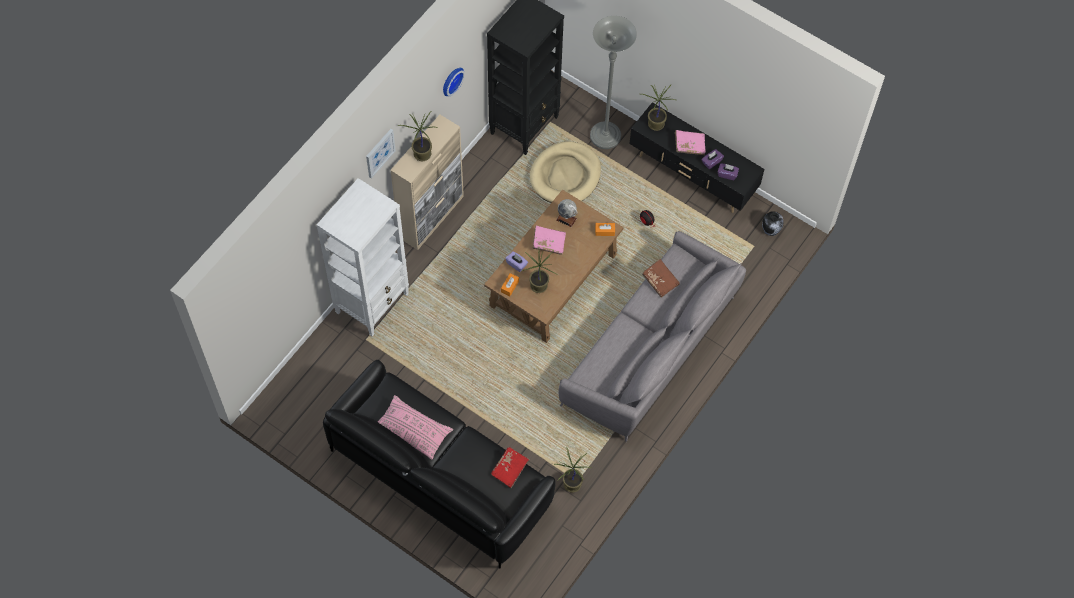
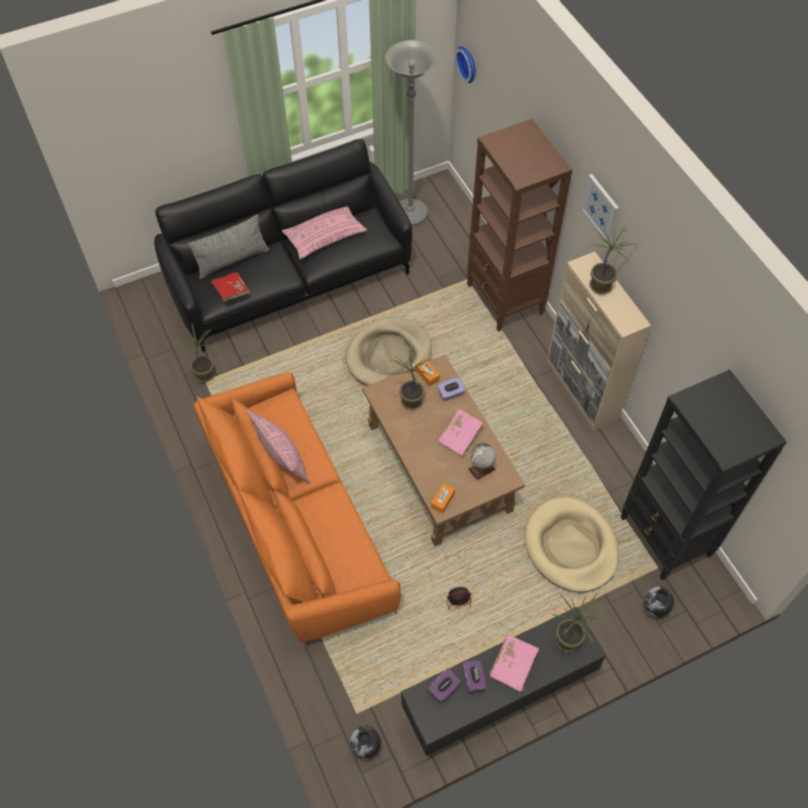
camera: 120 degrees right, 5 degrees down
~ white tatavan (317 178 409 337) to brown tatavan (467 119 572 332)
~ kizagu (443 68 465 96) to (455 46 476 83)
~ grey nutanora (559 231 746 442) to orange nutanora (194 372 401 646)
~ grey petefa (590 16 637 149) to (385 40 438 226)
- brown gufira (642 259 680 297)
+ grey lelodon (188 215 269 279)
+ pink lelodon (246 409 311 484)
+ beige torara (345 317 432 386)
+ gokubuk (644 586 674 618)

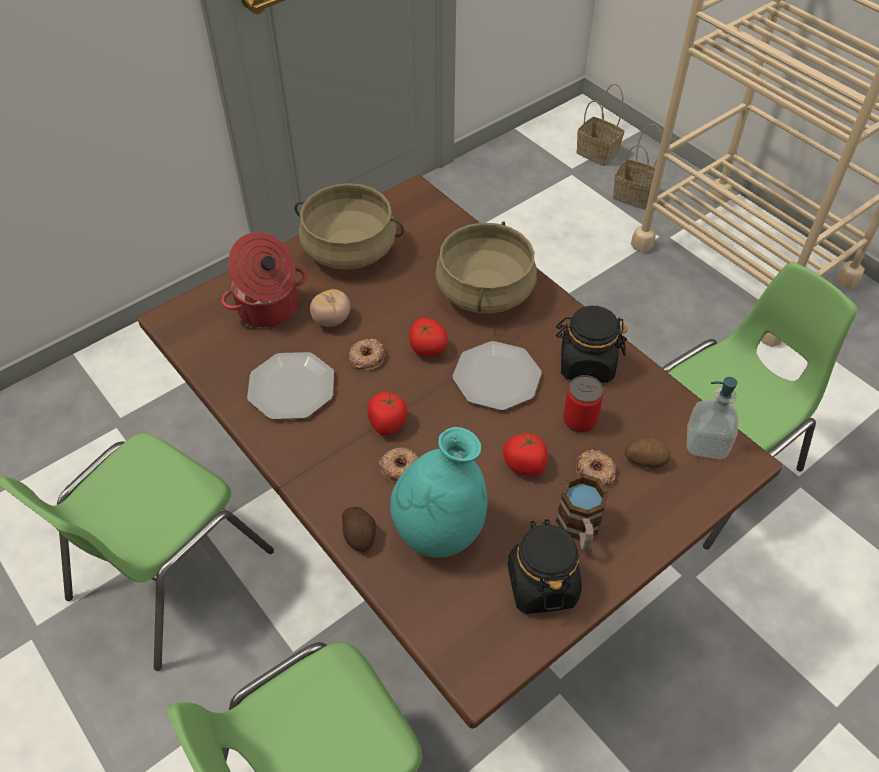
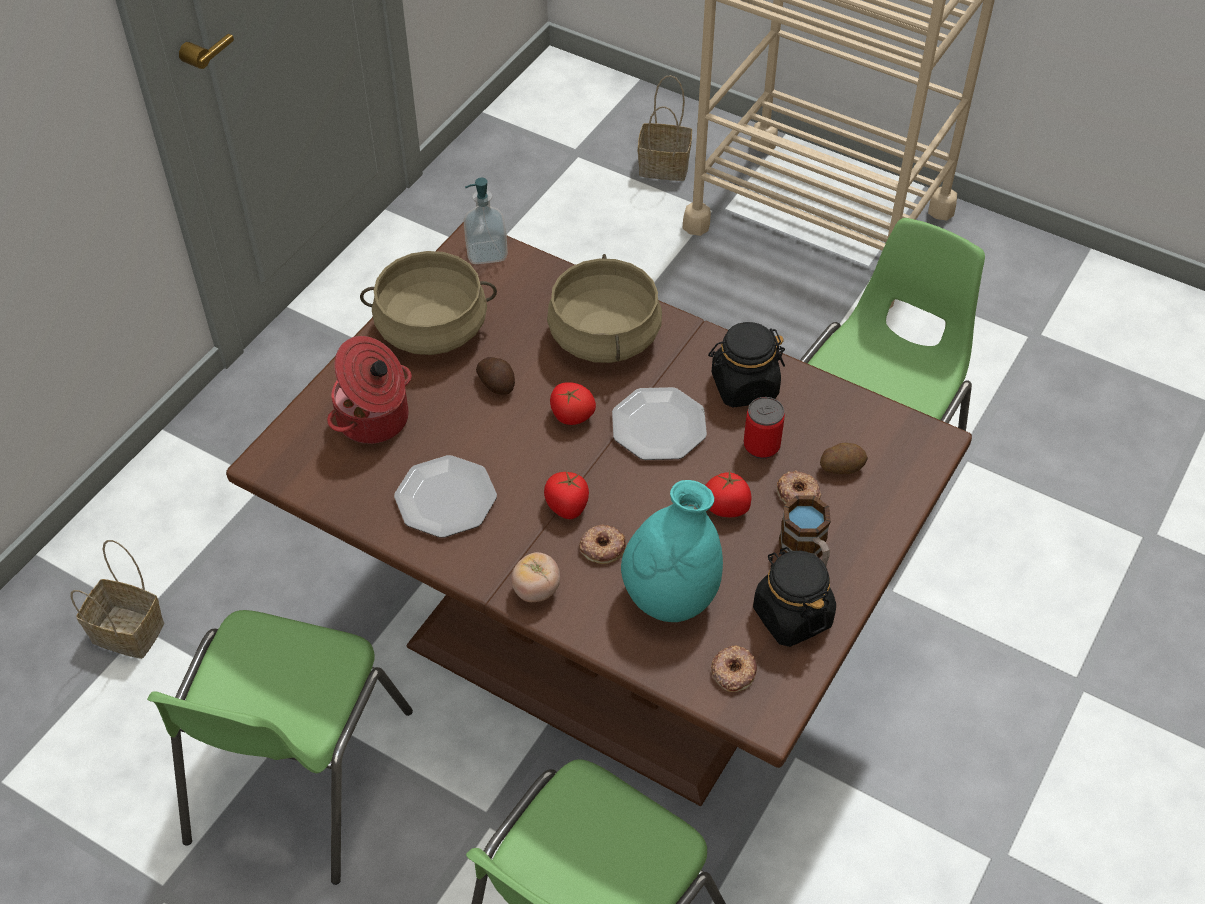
camera: 20 degrees left, 0 degrees up
~ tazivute (310 289 350 327) to (511 552 560 602)
~ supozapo (342 507 376 552) to (476 357 515 395)
~ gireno (349 339 385 371) to (711 645 757 692)
~ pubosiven (576 84 624 166) to (70 540 164 659)
~ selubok (687 377 738 459) to (463 178 508 264)

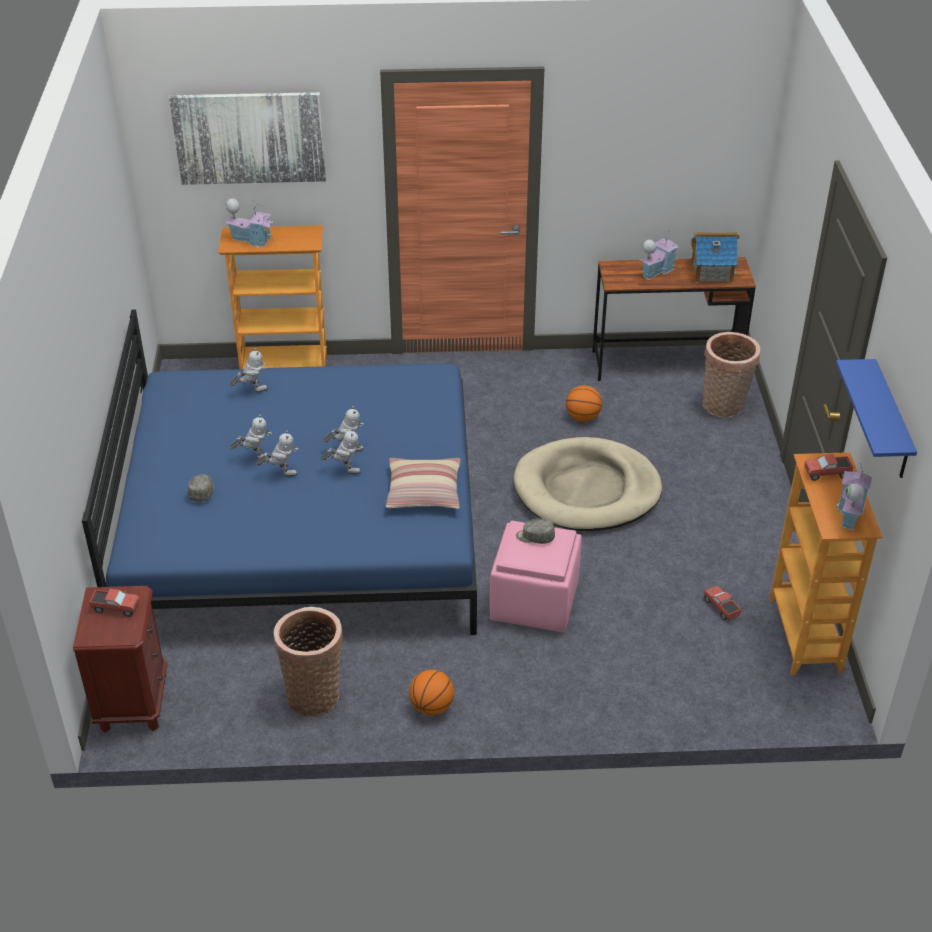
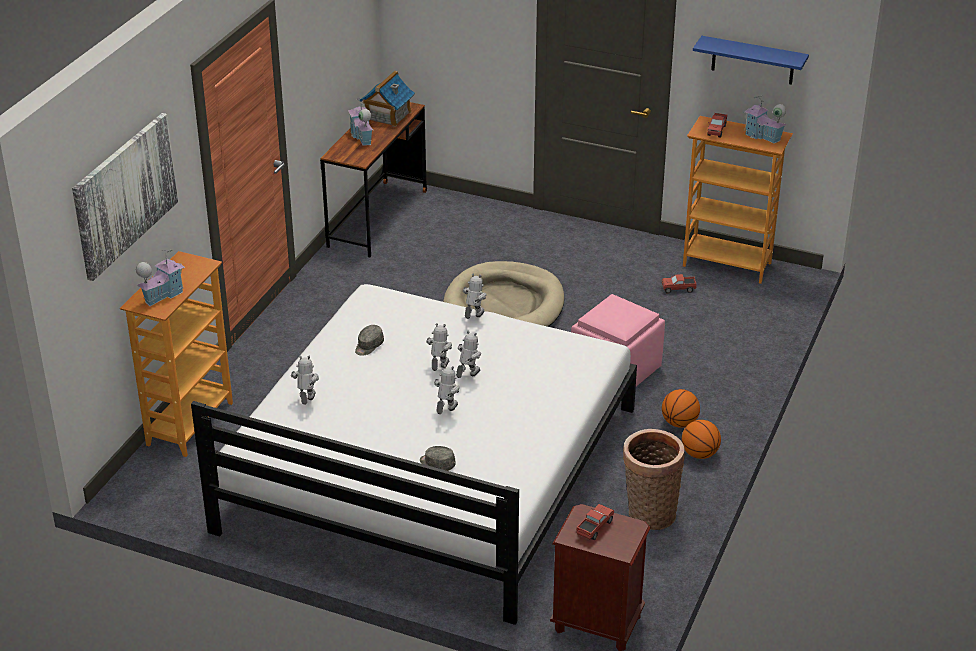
camera: 65 degrees left, 5 degrees down
~ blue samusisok (82 309 477 635) to white samusisok (191 284 637 625)
~ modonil (230 414 272 460) to (463 274 486 319)
- lelodon (386 458 461 509)
~ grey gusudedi (516 518 555 544) to (355 325 384 356)
~ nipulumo (566 385 602 422) to (662 389 700 428)
- pubosiven (703 332 761 417)

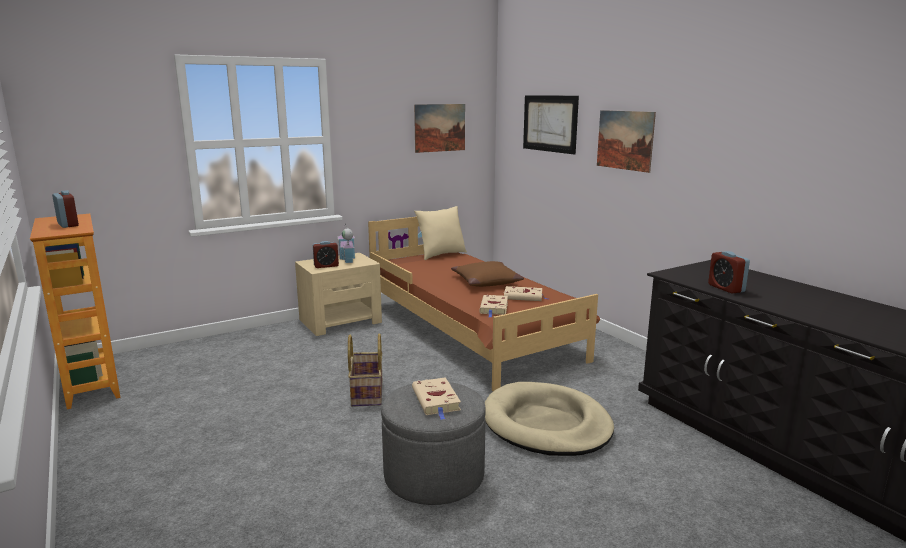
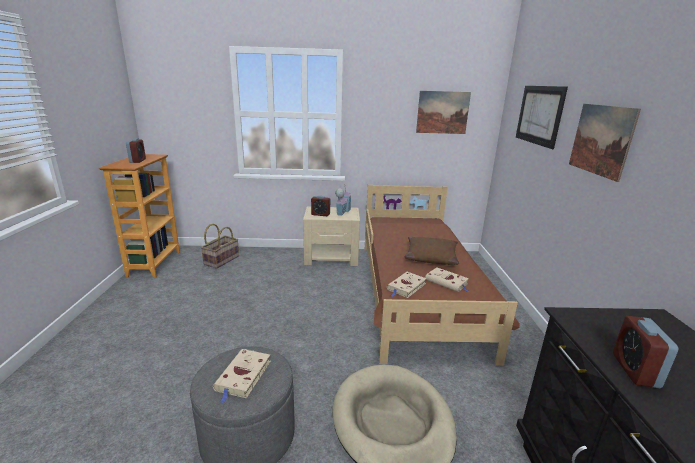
camera: 30 degrees right, 5 degrees up
~ pubosiven (348 334 382 407) to (201 223 239 269)
- beige lelodon (414 206 467 260)

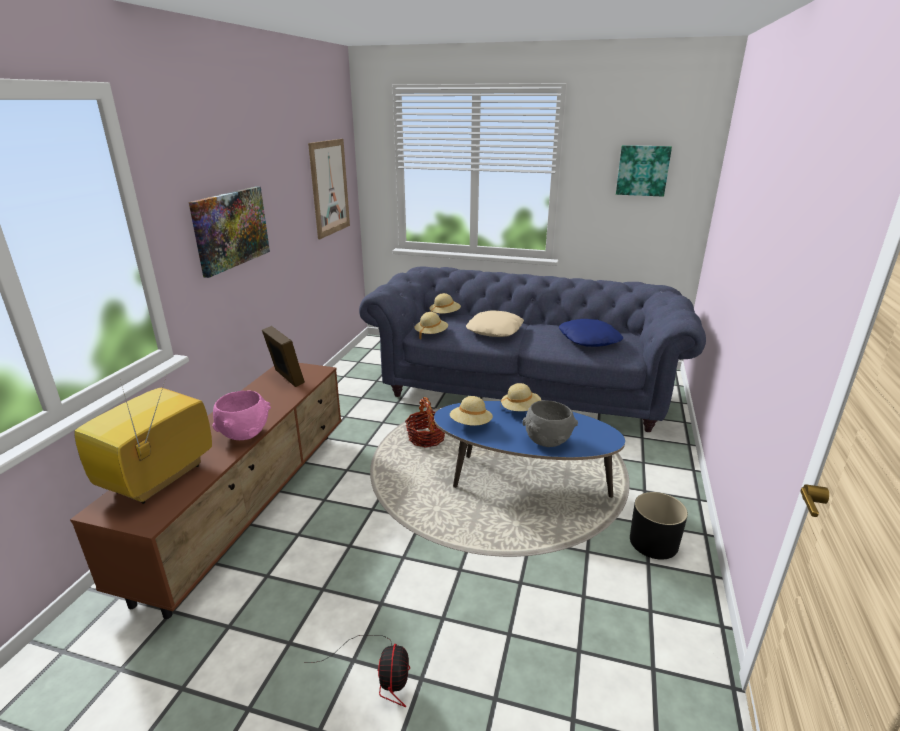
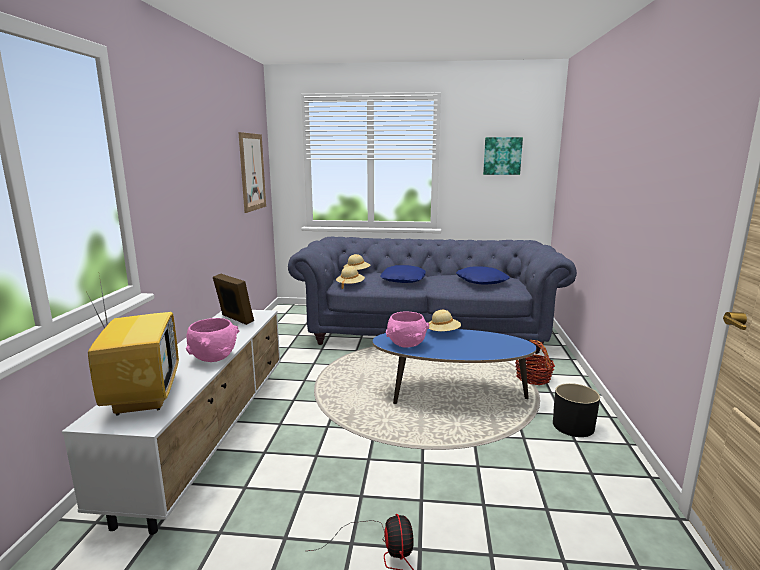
camera: 10 degrees left, 10 degrees down
~ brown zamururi (70 363 342 619) to white zamururi (62 310 281 535)
~ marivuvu (74 375 212 504) = (87 269 179 415) 150 degrees clockwise
- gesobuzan (189 187 270 278)
~ pubosiven (405 397 445 448) to (515 340 555 385)
~ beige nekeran (450 396 493 426) to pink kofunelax (386 311 429 348)
~ beige lelodon (466 311 524 337) to blue lelodon (380 265 426 283)
- grey kofunelax (522 400 578 447)

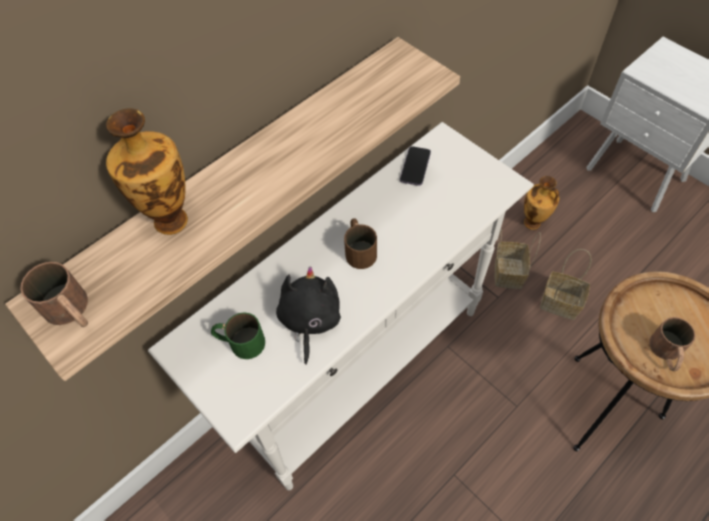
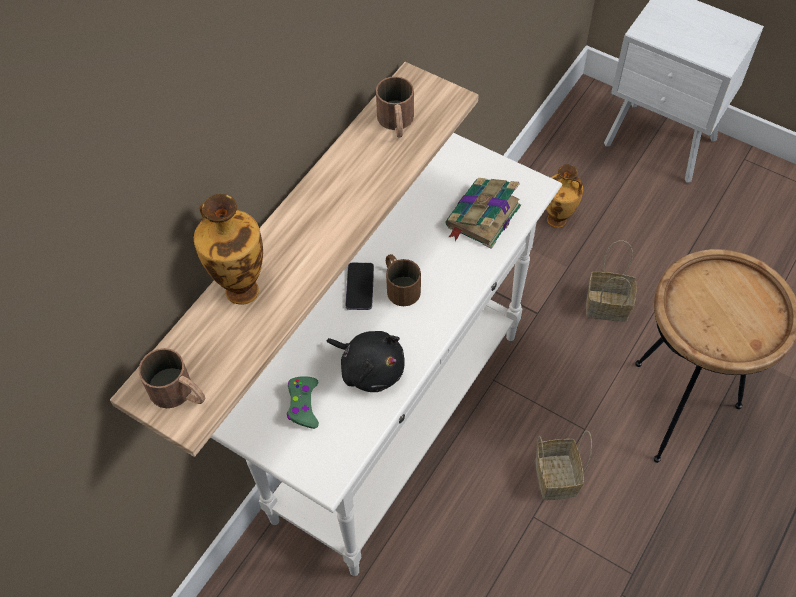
camera: 15 degrees left, 0 degrees up
~ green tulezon (211 312 265 359) to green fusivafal (287 376 319 429)
~ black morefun (276 267 341 365) = (326 331 404 392) 135 degrees clockwise
~ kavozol (400 146 431 186) to (345 263 374 310)
~ pubosiven (495 229 541 289) to (535 430 592 500)
~ brown tulezon (649 317 696 371) to (376 76 414 137)
+ gufira (446 178 521 249)

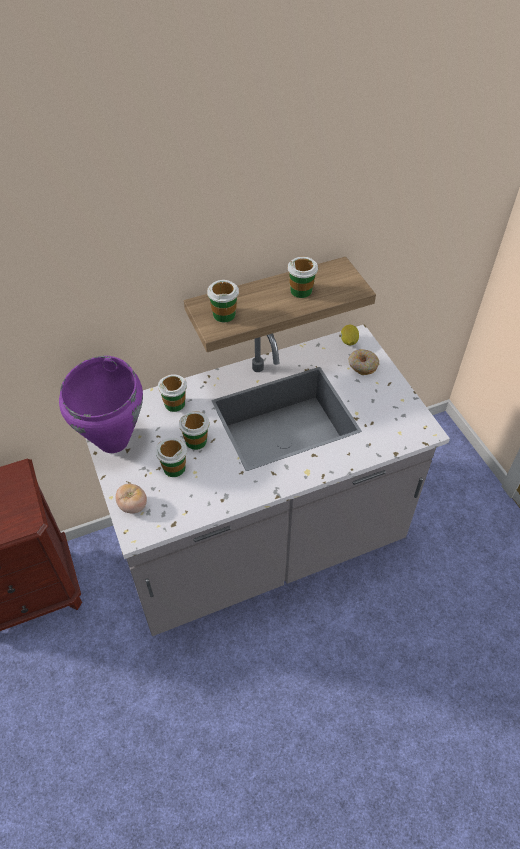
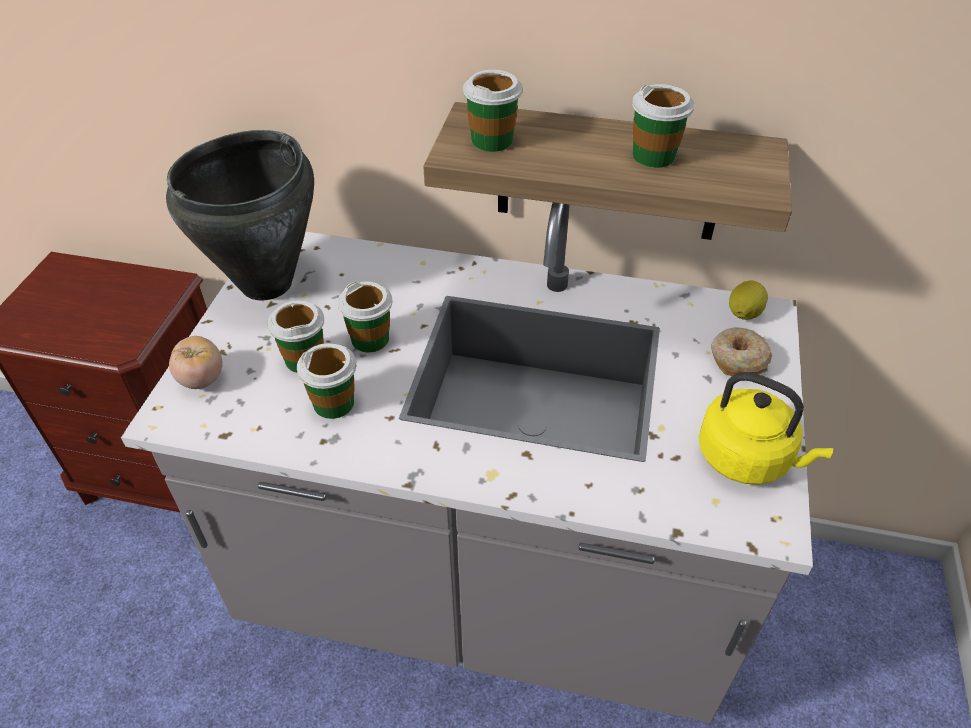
camera: 35 degrees right, 5 degrees down
~ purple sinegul (59 356 143 453) to black sinegul (166 130 314 301)
~ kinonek (158 374 187 412) to (297 343 356 419)
+ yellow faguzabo (699 372 833 485)

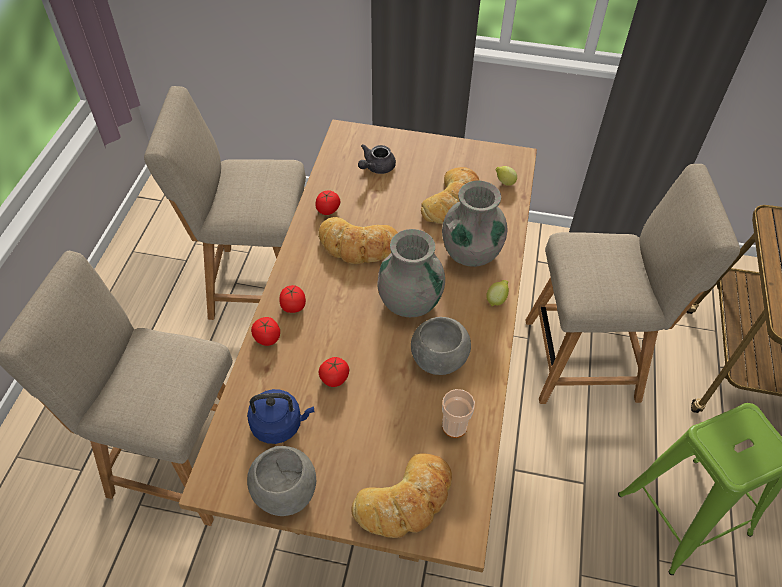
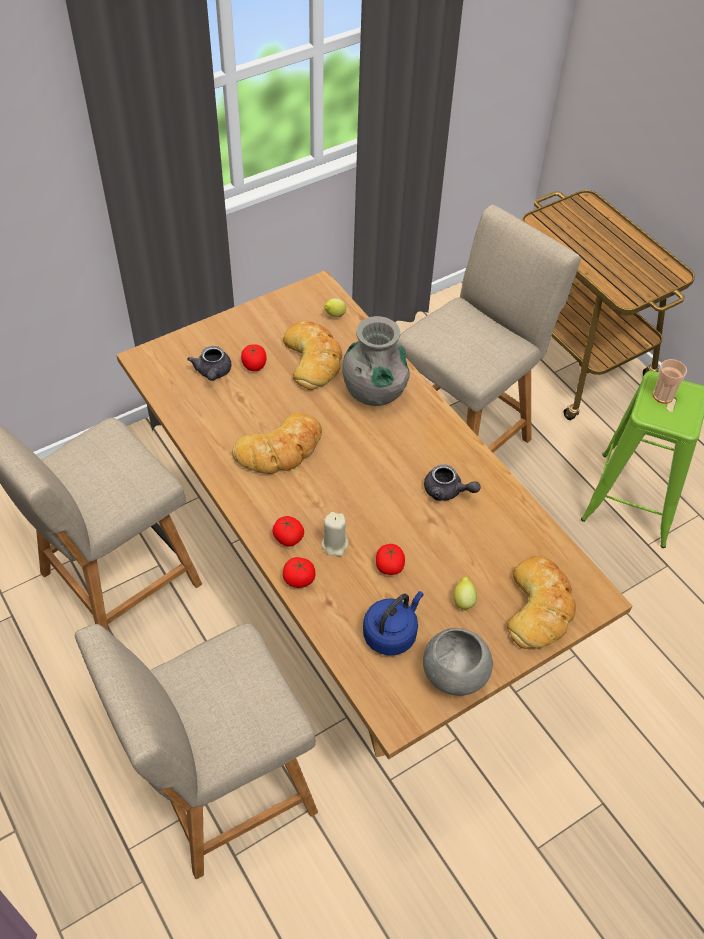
camera: 45 degrees left, 0 degrees up
~ tazivute (315 190 340 215) to (241 344 266 371)
- grey gokubuk (377 229 445 317)
~ grey kofunelax (411 317 471 375) to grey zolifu (424 464 481 501)
~ kinonek (442 389 475 438) to (653 359 687 404)
~ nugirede (486 280 509 306) to (453 576 477 611)
+ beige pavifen (321 512 348 556)

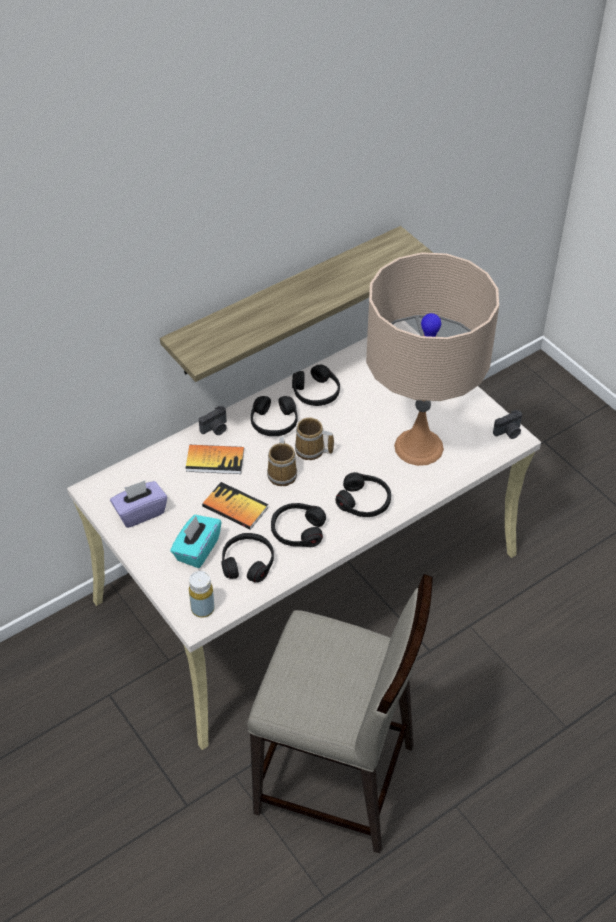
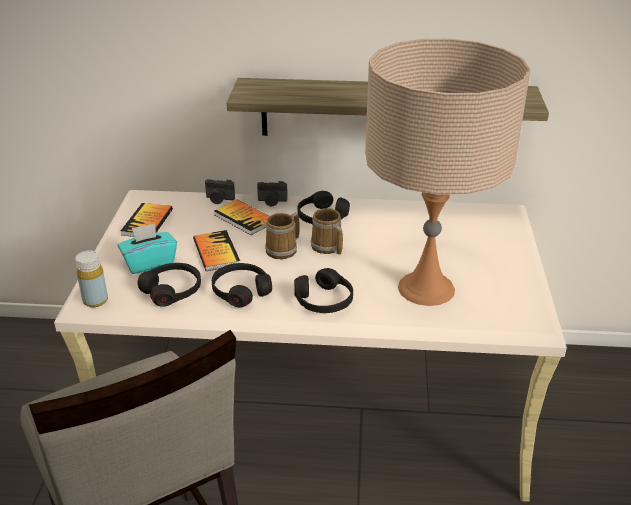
camera: 40 degrees right, 15 degrees down
~ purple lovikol (110 480 167 528) to gufira (121 203 173 237)
- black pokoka (292 365 340 406)
~ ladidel (493 410 522 439) to (205 179 235 204)

